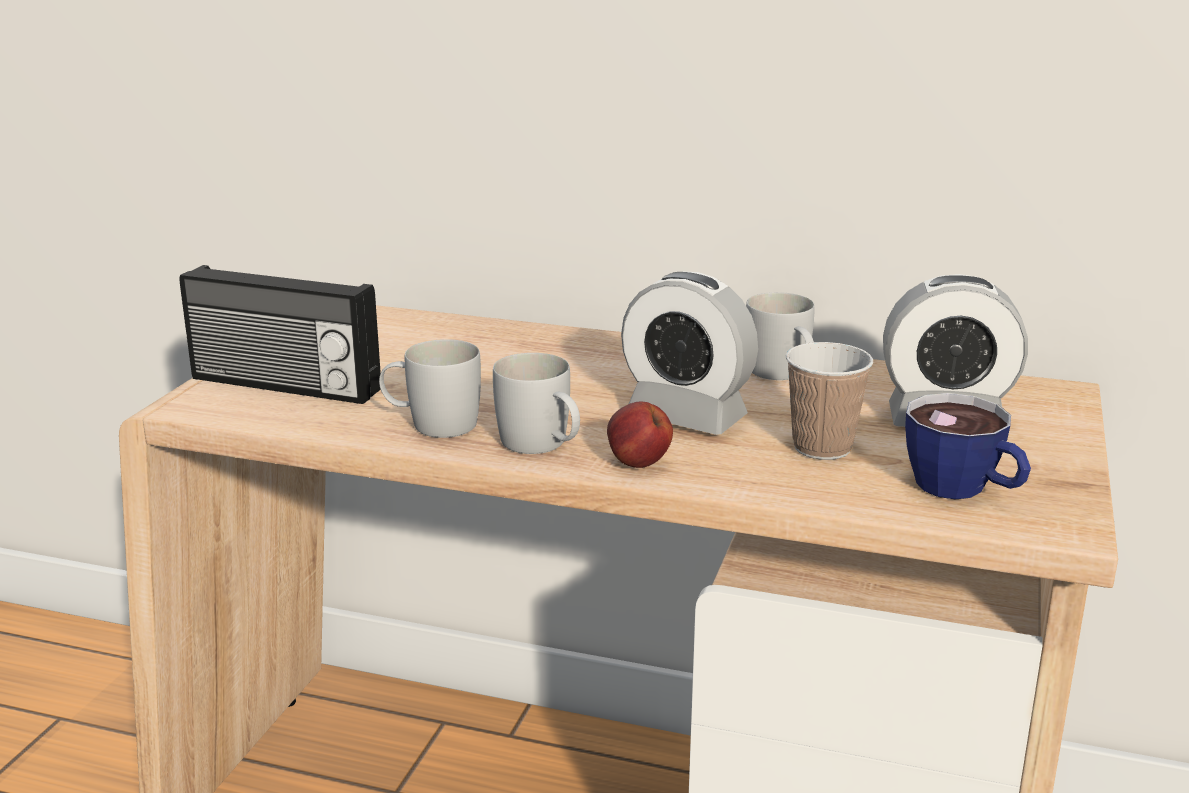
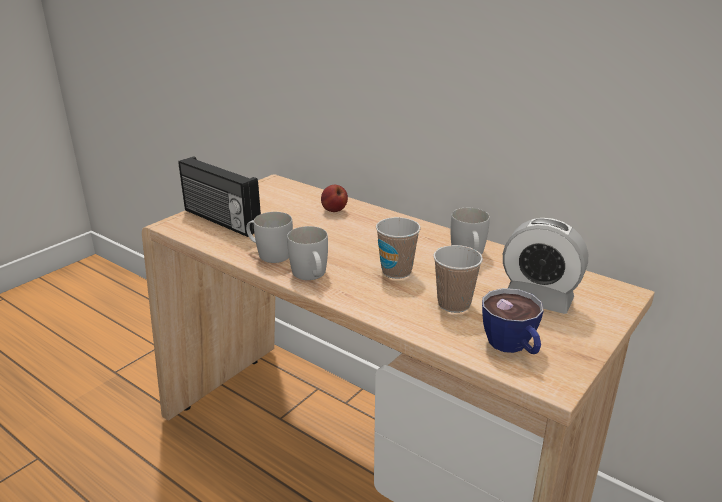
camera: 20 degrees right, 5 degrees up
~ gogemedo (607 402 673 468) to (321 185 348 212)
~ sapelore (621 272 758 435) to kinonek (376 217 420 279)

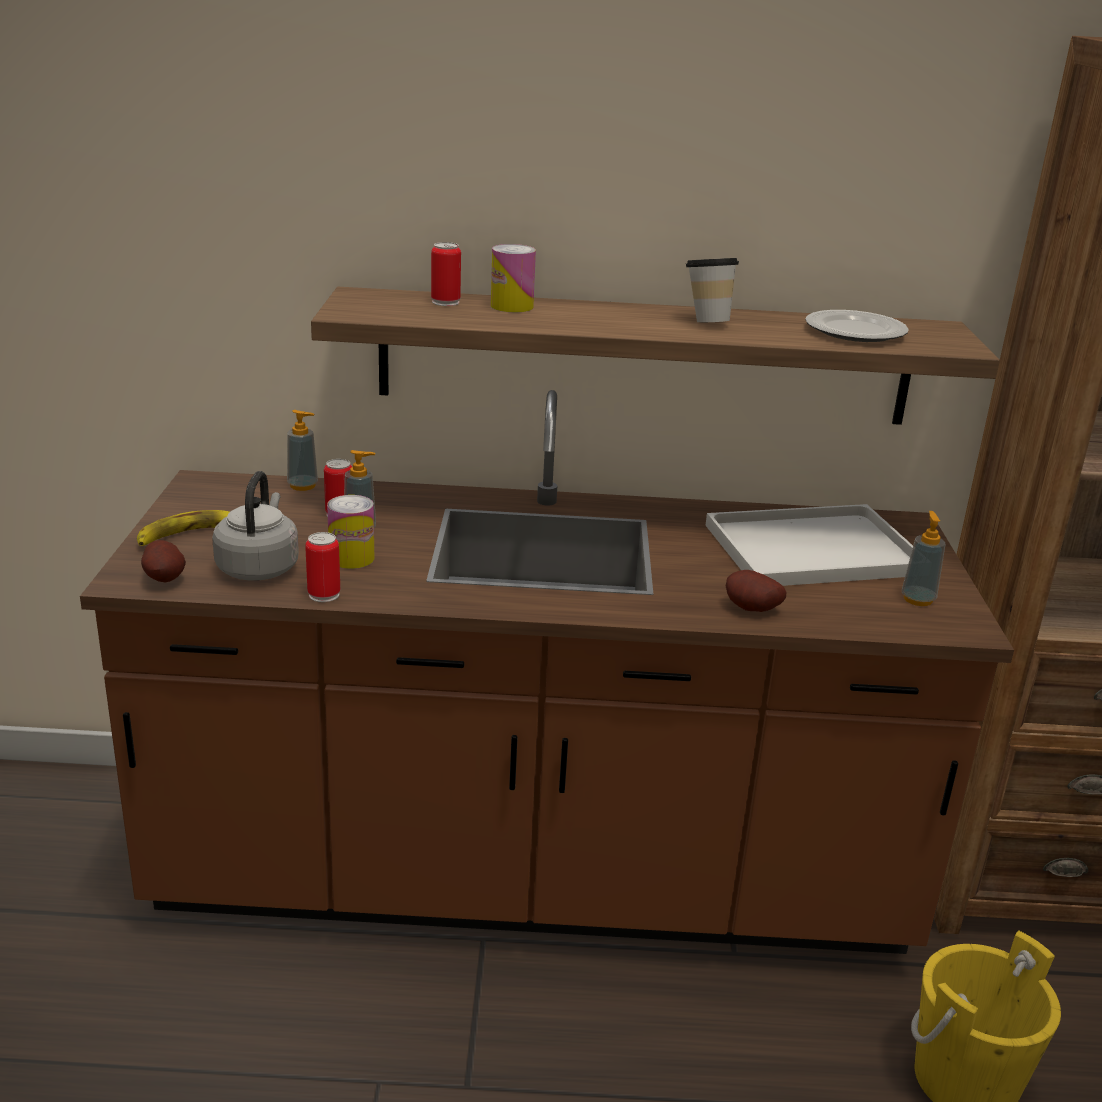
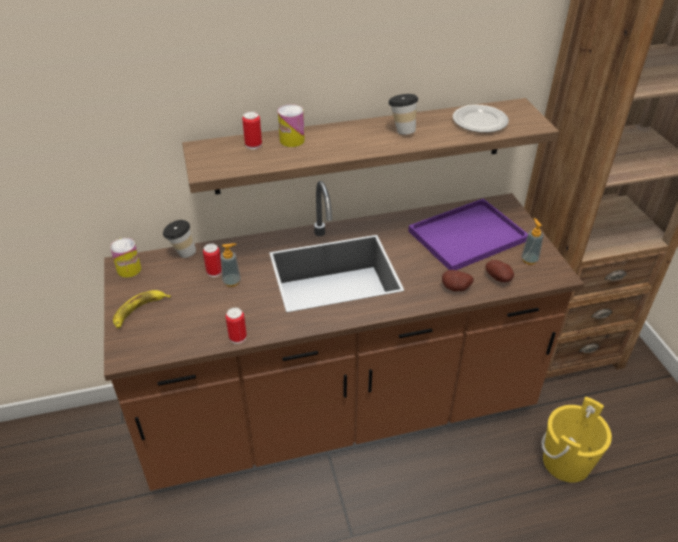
camera: 15 degrees left, 15 degrees up
~ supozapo (141 540 186 583) to (485 260 514 282)
- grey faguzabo (212 471 299 581)
~ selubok (287 410 318 491) to kinonek (163 220 196 258)
~ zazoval (327 495 374 569) to (110 238 141 278)
~ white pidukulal (705 504 913 586) to purple pidukulal (408 198 528 270)

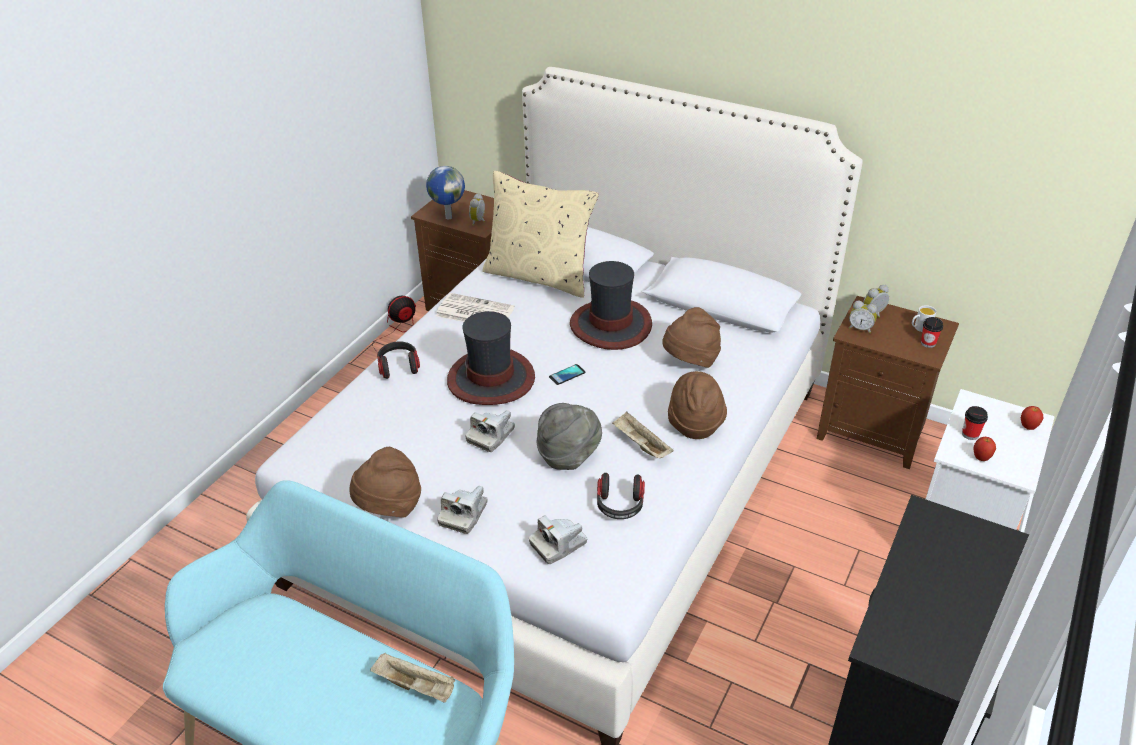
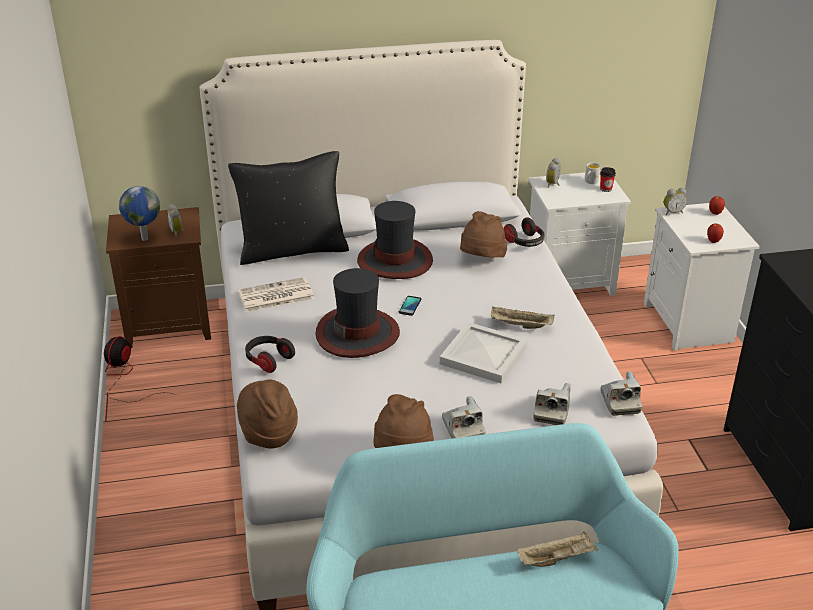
camera: 40 degrees left, 5 degrees down
~ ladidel (466 410 515 452) to (601 371 642 416)
~ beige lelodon (482 171 599 298) to black lelodon (228 151 349 265)
~ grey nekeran (537 403 602 470) to white pidukulal (440 322 528 383)
~ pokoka (597 473 645 519) to (504 217 544 247)
~ brown nekeran (668 371 727 439) to (237 380 298 449)
~ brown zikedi (817 296 959 469) to white zikedi (528 171 631 296)
~ sapelore (849 301 877 334) to (664 188 687 215)
- kinonek (962 406 988 440)

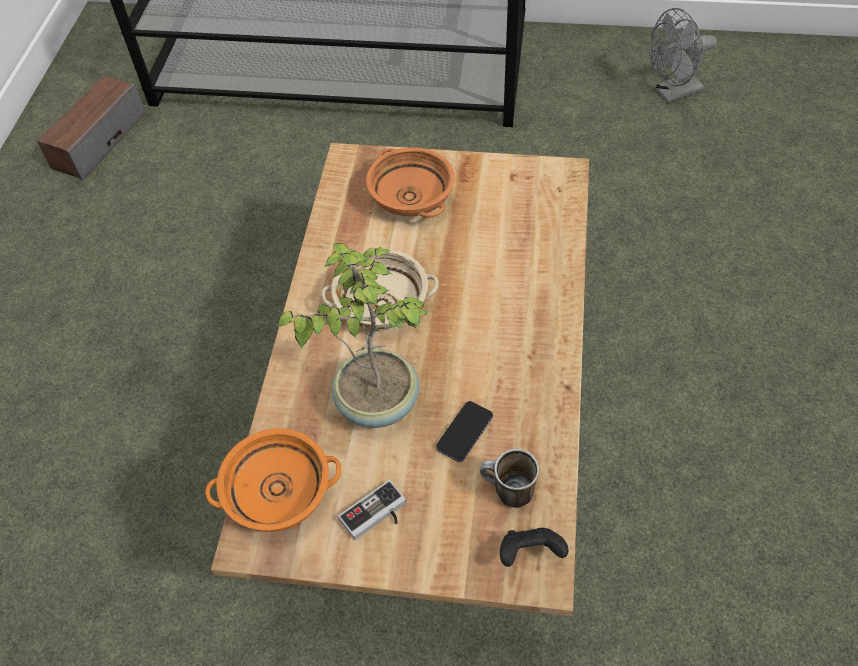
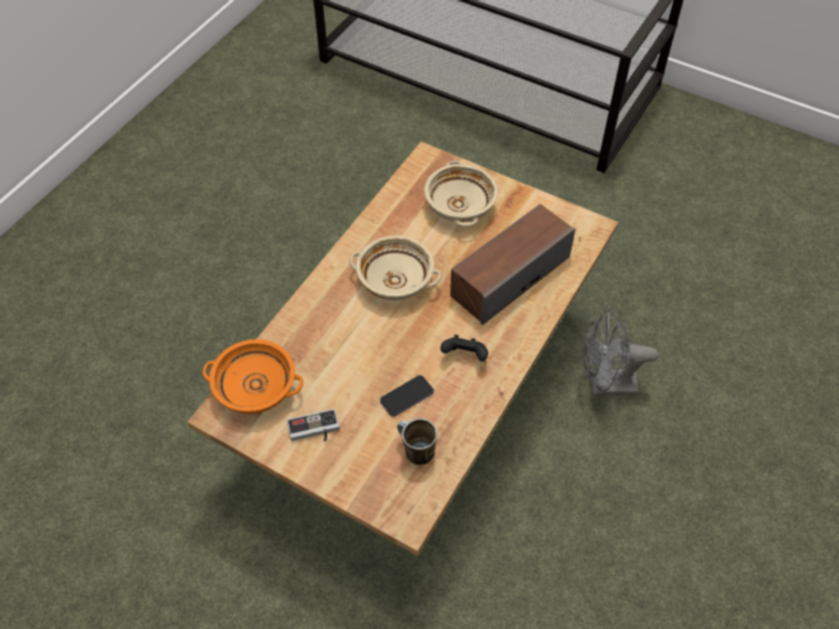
camera: 20 degrees right, 0 degrees up
~ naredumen (37 76 145 181) to (450 204 575 325)
- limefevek (277 243 428 428)
~ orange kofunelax (366 147 455 218) to beige kofunelax (424 161 498 227)
~ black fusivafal (500 528 569 567) to (440 335 488 361)
~ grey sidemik (649 8 717 103) to (583 309 658 395)

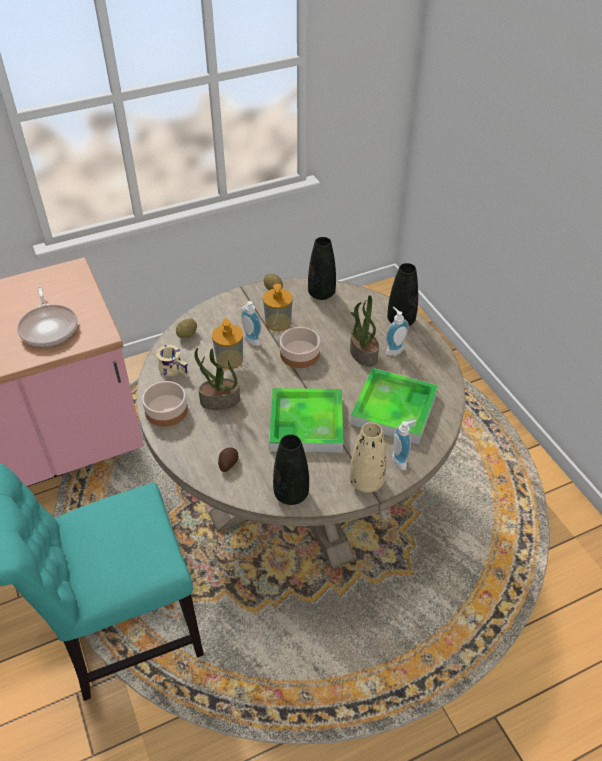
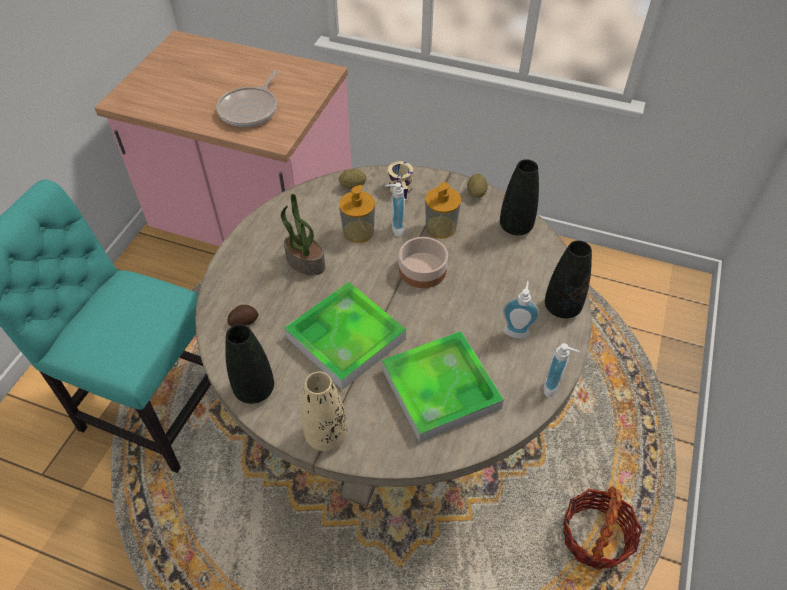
camera: 45 degrees right, 5 degrees up
- kofunelax (142 381 188 426)
~ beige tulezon (156 345 189 377) to (387 161 413 202)
- limefevek (350 295 379 367)
~ selubok (392 420 417 470) to (543 343 580 397)
+ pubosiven (563 486 642 570)

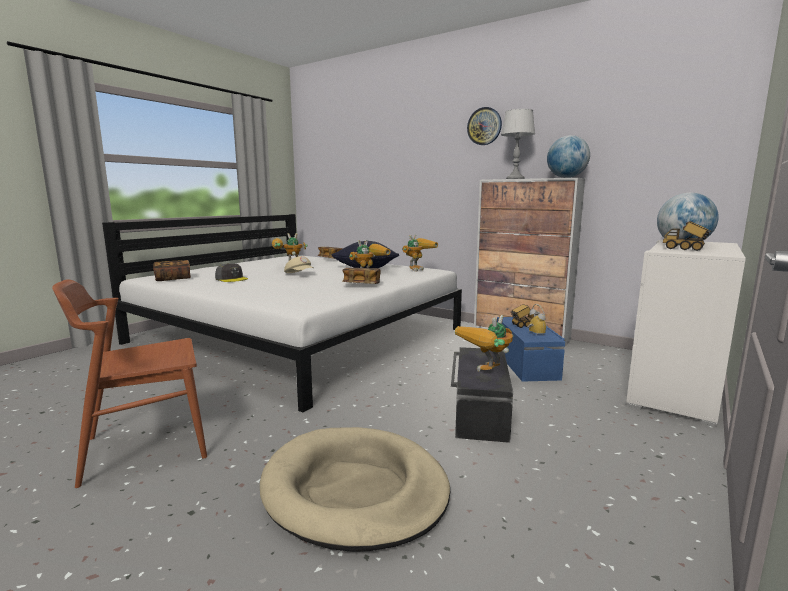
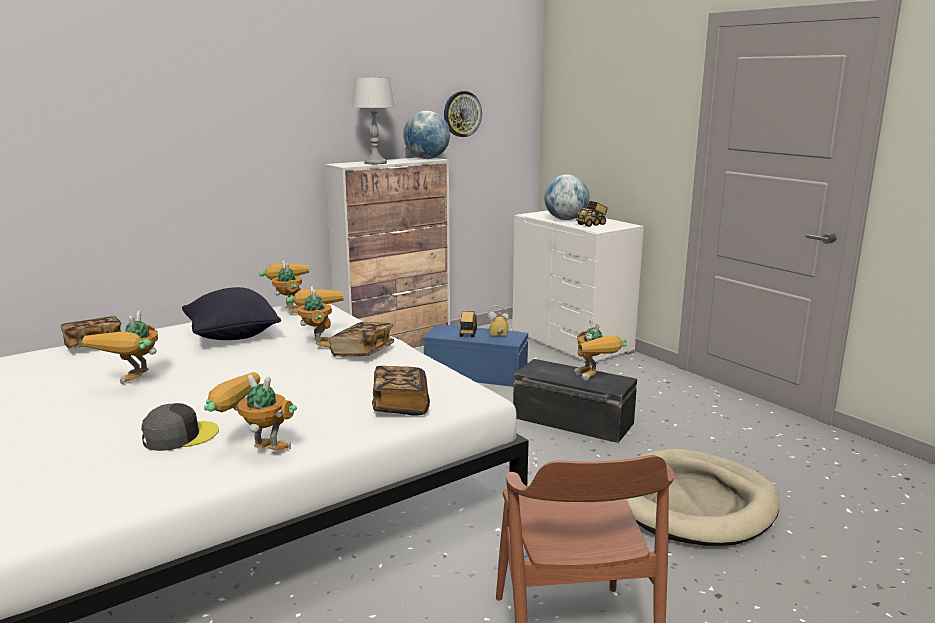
camera: 70 degrees left, 5 degrees up
~ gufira (153 260 191 281) to (372 366 430 415)
- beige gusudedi (284 256 314 273)
~ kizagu (467 107 502 145) to (444 91 482 137)
+ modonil (204 372 297 450)

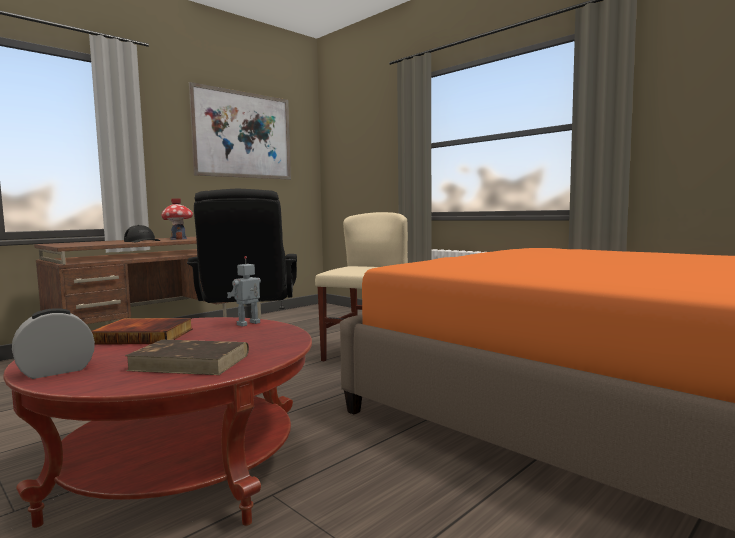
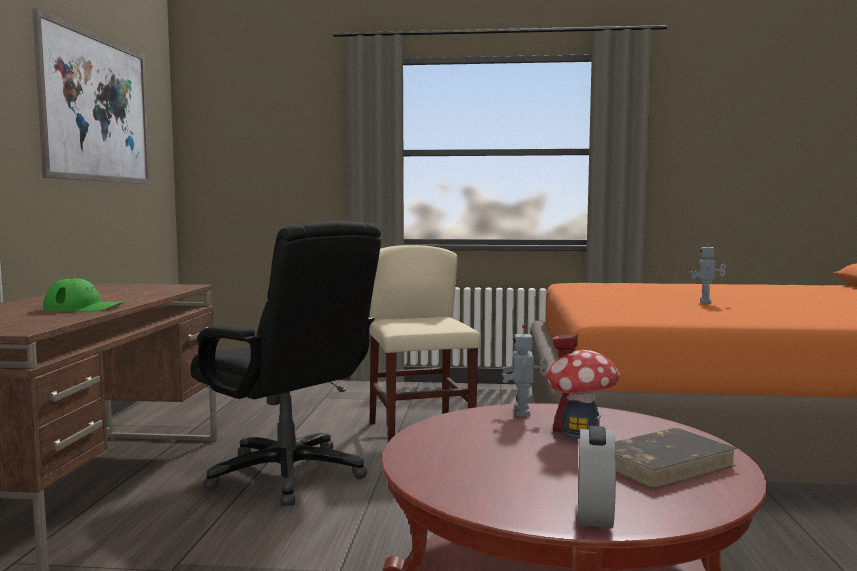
camera: 40 degrees left, 0 degrees up
- gufira (91 318 193 344)
~ black gusudedi (124 225 160 242) to green gusudedi (43 278 123 312)
~ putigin (161 198 193 240) to (546 334 620 439)
+ modonil (691 240 726 304)

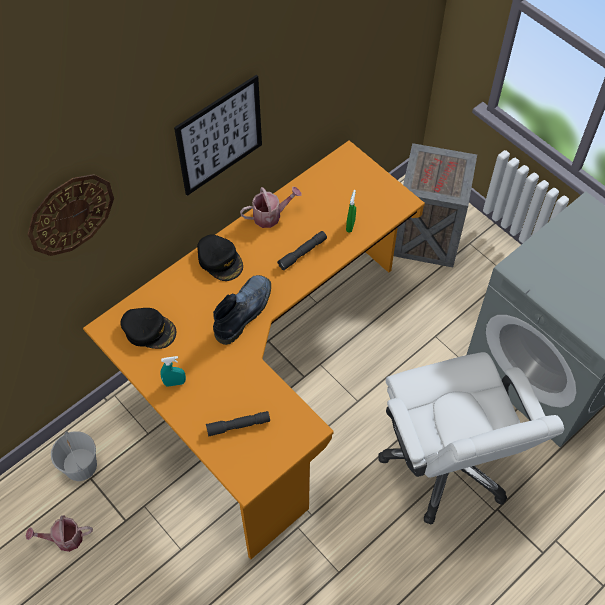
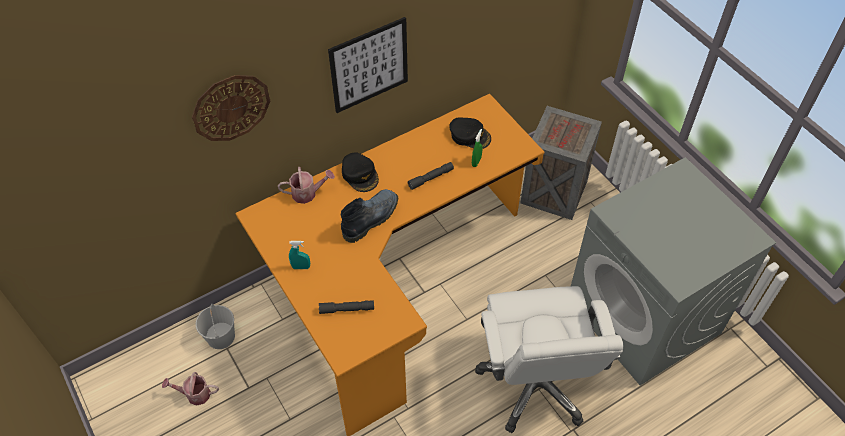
camera: 10 degrees right, 5 degrees down
~ black gusudedi (120 308 176 349) to (449 118 491 149)
~ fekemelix (240 187 302 228) to (278 167 335 204)

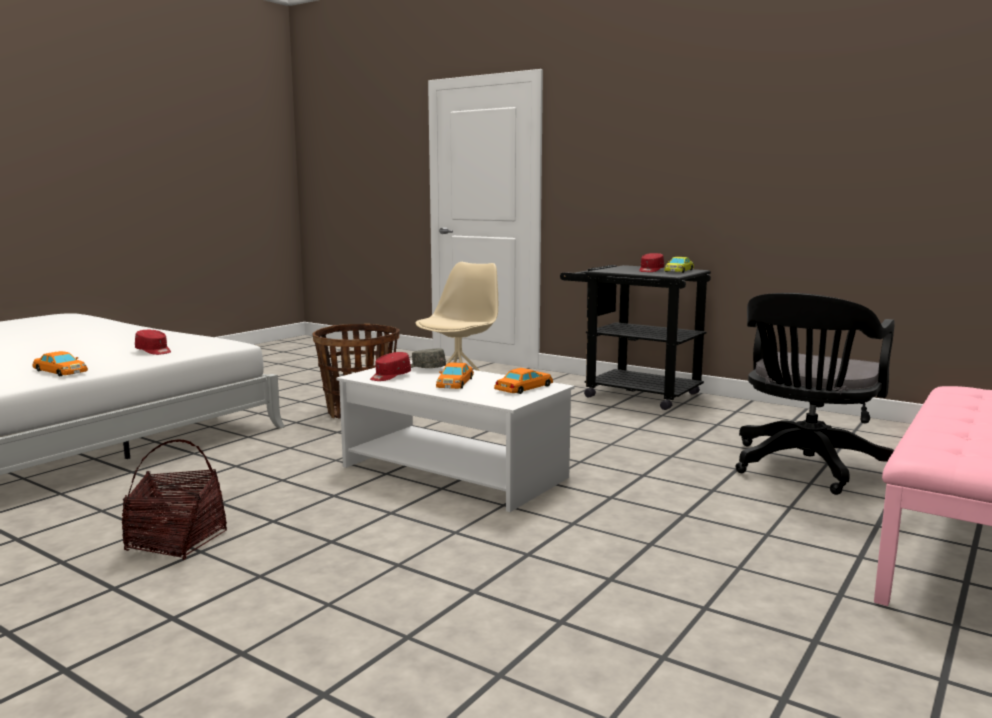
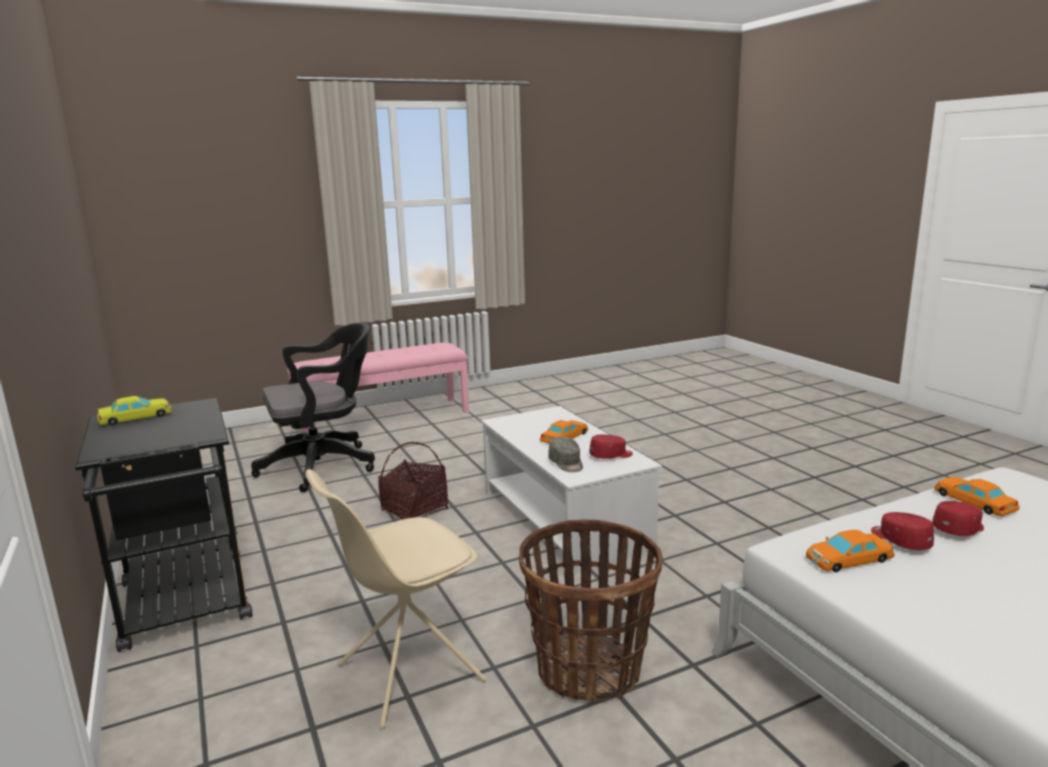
camera: 150 degrees left, 5 degrees up
~ pubosiven (122 439 227 560) to (378 442 448 519)
~ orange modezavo (494 368 553 394) to (806 530 895 572)
~ red gusudedi (639 253 664 272) to (932 501 984 536)

